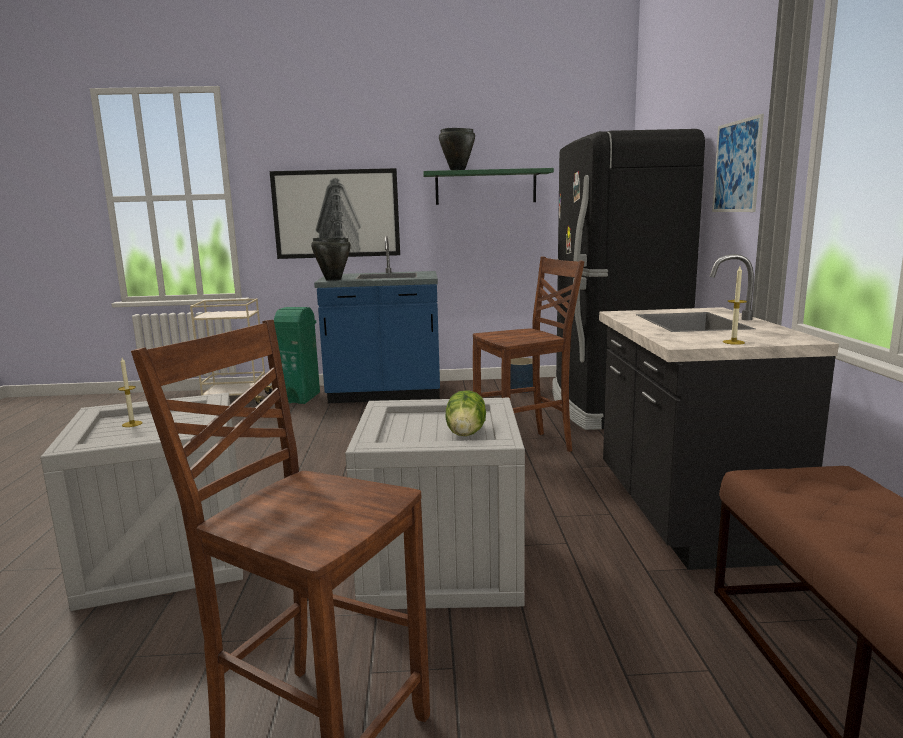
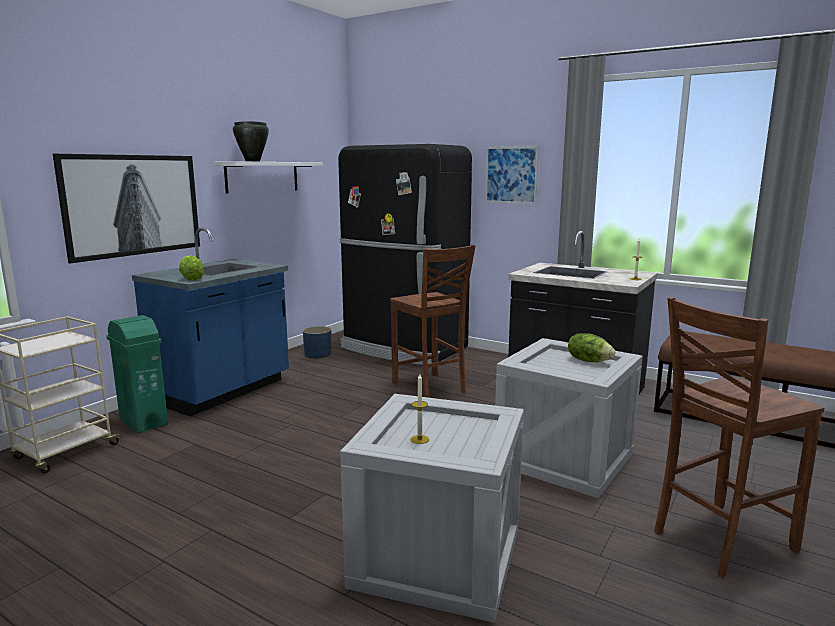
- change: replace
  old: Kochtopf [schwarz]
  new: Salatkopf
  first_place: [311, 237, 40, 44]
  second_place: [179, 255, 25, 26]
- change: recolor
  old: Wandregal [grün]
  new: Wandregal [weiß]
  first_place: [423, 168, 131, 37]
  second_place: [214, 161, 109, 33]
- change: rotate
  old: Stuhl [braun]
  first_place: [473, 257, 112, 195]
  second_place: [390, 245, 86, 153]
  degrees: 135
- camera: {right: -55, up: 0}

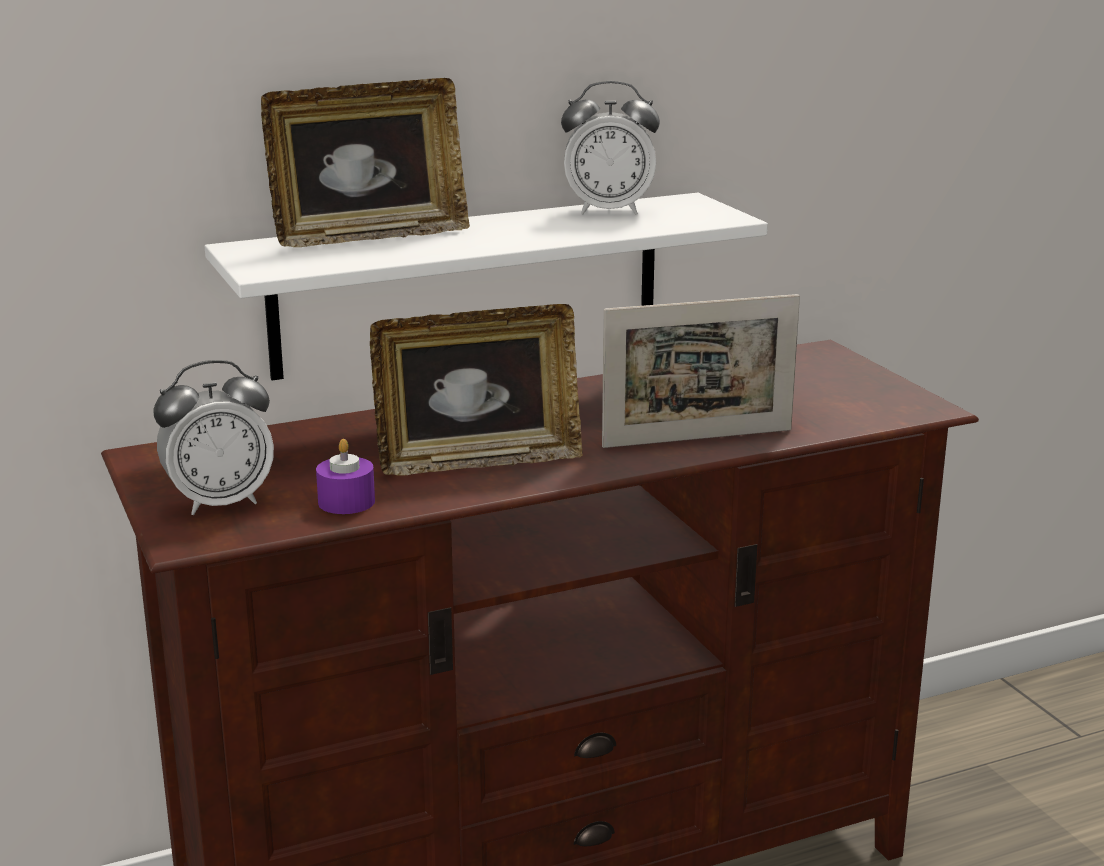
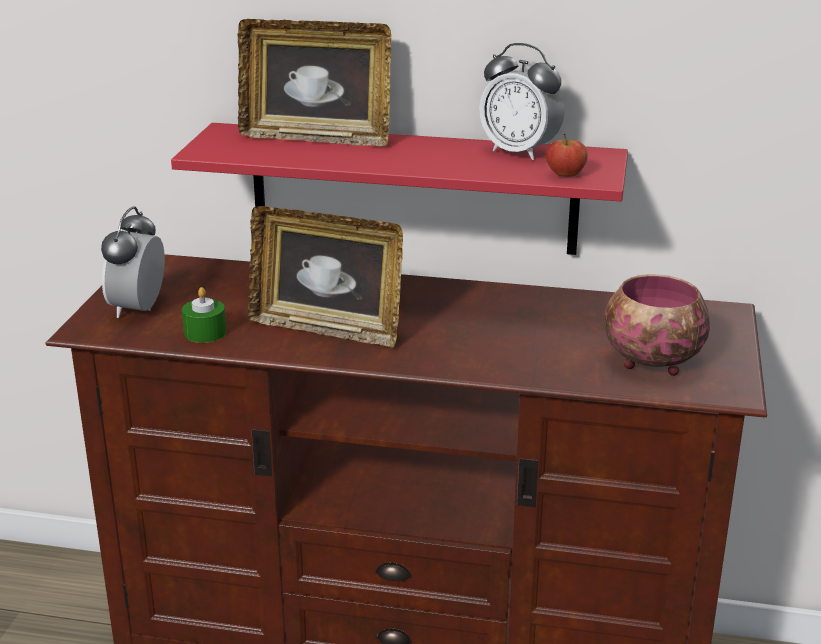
- change: delete
  old: Bilderrahmen
  first_place: [602, 294, 198, 154]
- change: insert
  new: Apfel
  second_place: [546, 134, 42, 43]
- change: insert
  new: Schüssel
  second_place: [604, 274, 106, 102]
- change: recolor
  old: Wandregal [weiß]
  new: Wandregal [rot]
  first_place: [205, 193, 563, 187]
  second_place: [171, 123, 457, 132]
- change: recolor
  old: Kerze [lila]
  new: Kerze [grün]
  first_place: [316, 439, 59, 75]
  second_place: [182, 287, 44, 56]
- change: rotate
  old: Wecker
  first_place: [154, 360, 120, 155]
  second_place: [101, 207, 64, 111]
  degrees: 90
- camera: {right: 35, up: 5}

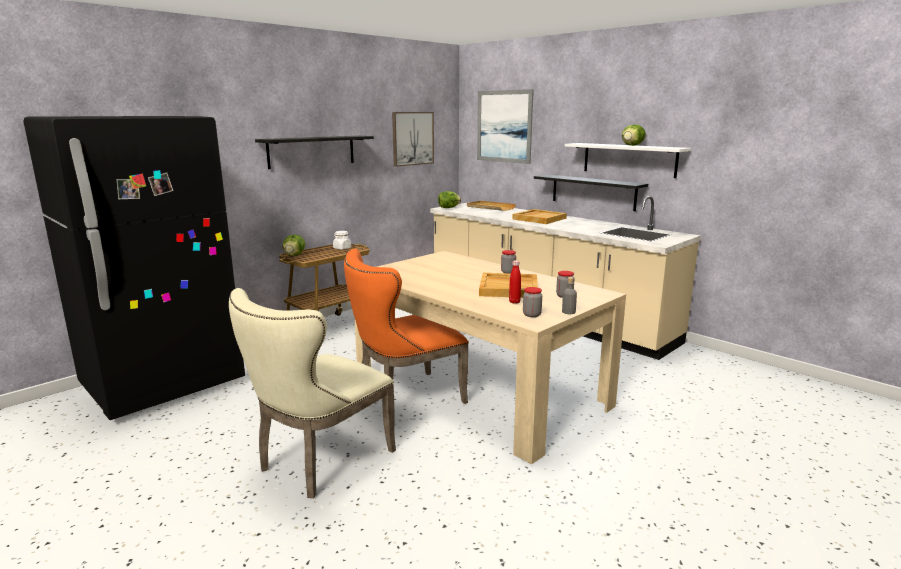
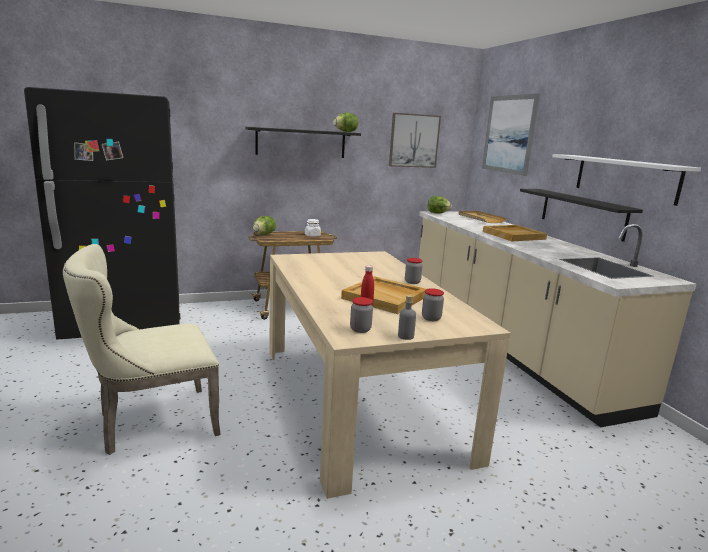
- change: delete
  old: Stuhl [orange]
  first_place: [344, 249, 125, 155]
- change: move
  old: Salatkopf
  first_place: [622, 124, 24, 22]
  second_place: [333, 113, 25, 19]
- camera: {right: 25, up: 0}

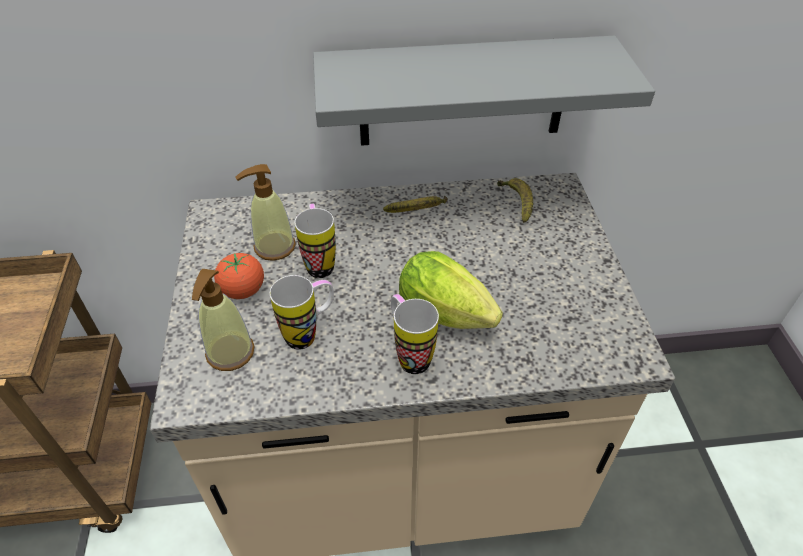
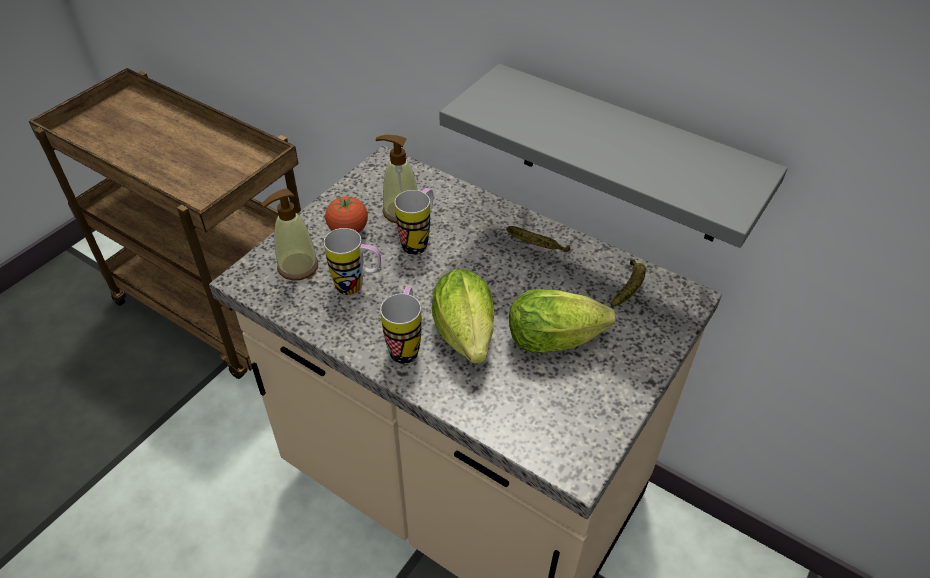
- change: insert
  new: Salatkopf
  second_place: [509, 289, 107, 64]
- camera: {right: 40, up: 0}

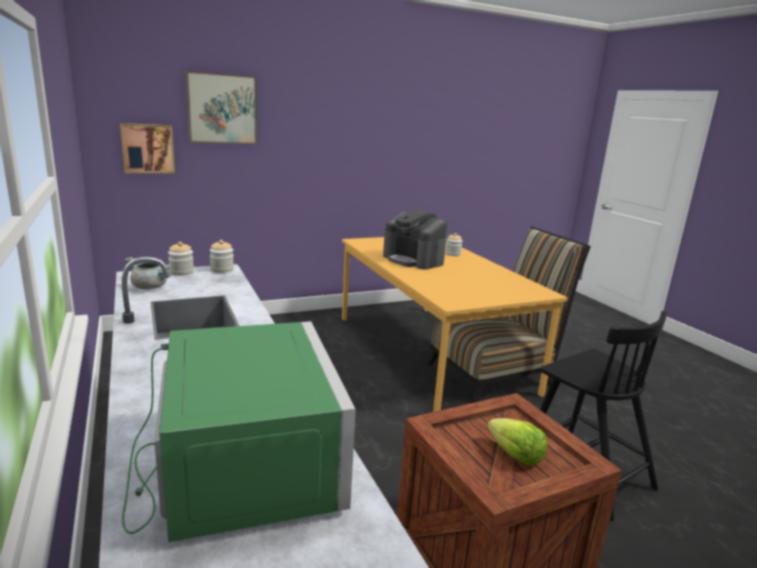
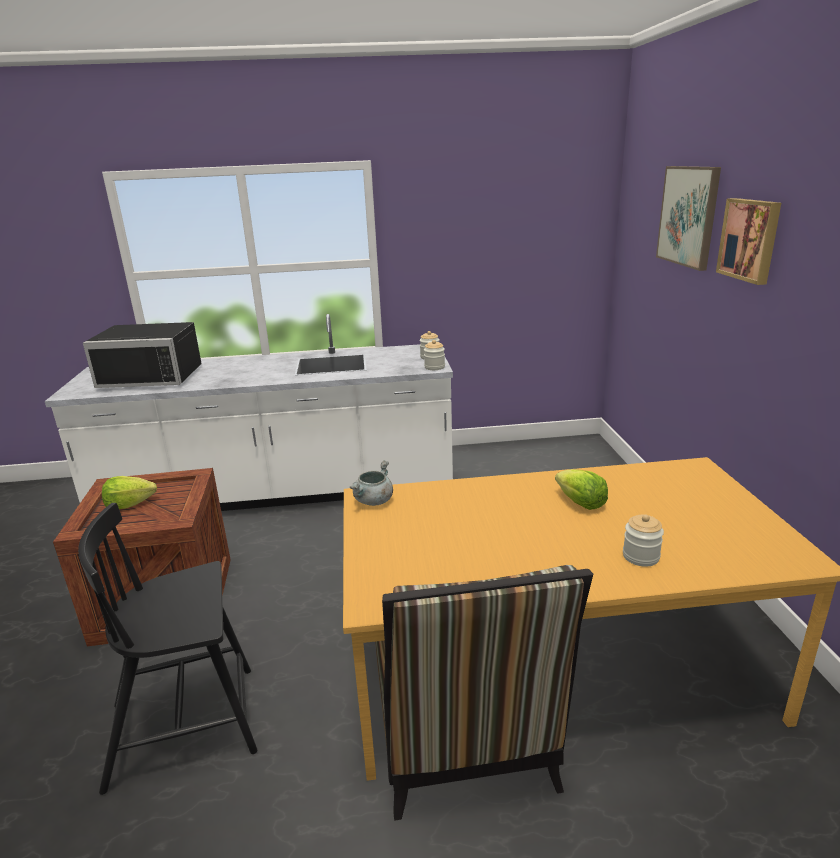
- change: move
  old: Bild
  first_place: [120, 123, 55, 50]
  second_place: [716, 198, 65, 87]
- change: move
  old: Kochtopf [grau]
  first_place: [125, 257, 46, 32]
  second_place: [350, 460, 43, 46]
- change: replace
  old: Kaffeemaschine
  new: Salatkopf
  first_place: [383, 210, 64, 60]
  second_place: [555, 469, 53, 41]
- change: recolor
  old: Mikrowelle [grün]
  new: Mikrowelle [schwarz]
  first_place: [122, 321, 234, 221]
  second_place: [83, 322, 119, 66]
- camera: {right: 110, up: 5}

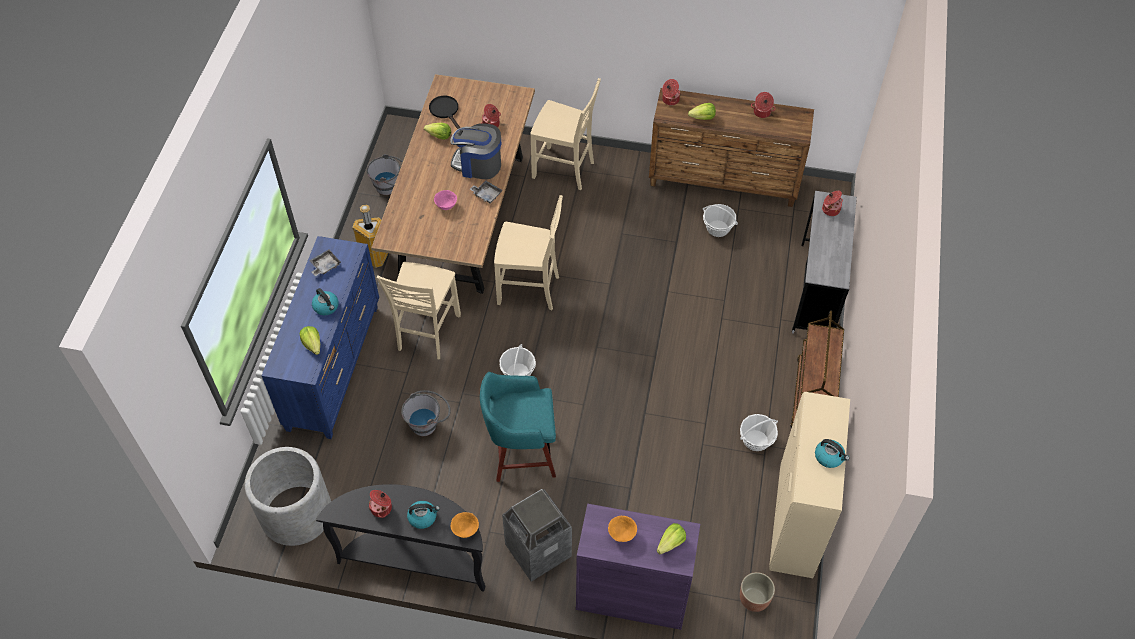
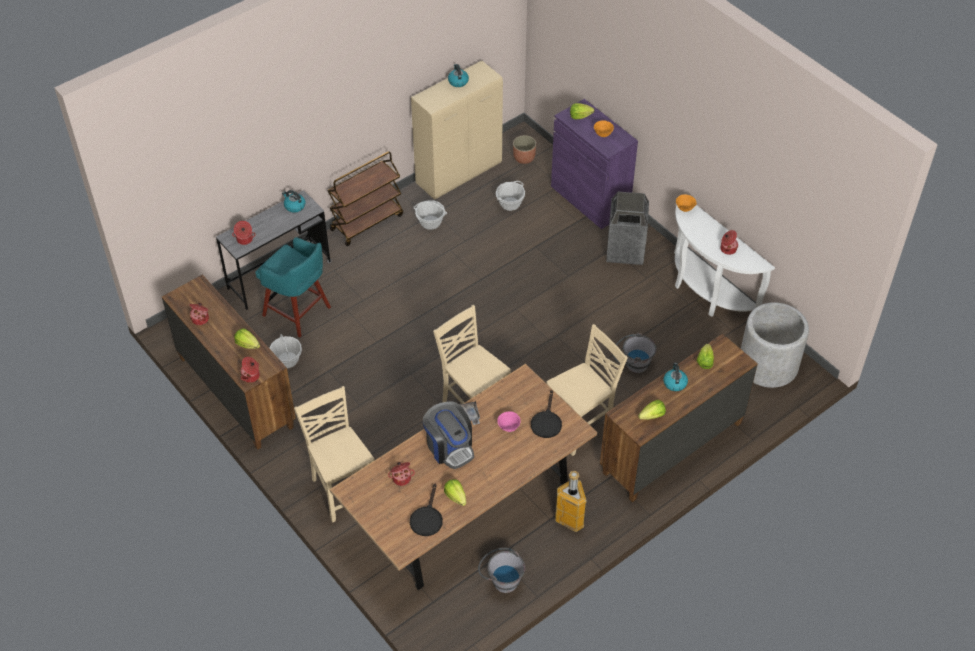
- change: insert
  new: Pfanne [schwarz]
  second_place: [531, 390, 31, 48]
- change: move
  old: Wasserkessel
  first_place: [407, 501, 33, 28]
  second_place: [282, 190, 23, 23]
- change: move
  old: Hocker [türkis]
  first_place: [480, 372, 76, 110]
  second_place: [255, 237, 76, 101]
- change: move
  old: Korb
  first_place: [500, 344, 36, 32]
  second_place: [496, 181, 29, 30]
- change: replace
  old: Tablett [grau]
  new: Salatkopf
  first_place: [310, 249, 31, 27]
  second_place: [638, 400, 28, 20]
- change: recolor
  old: Kommode [blau]
  new: Kommode [braun]
  first_place: [261, 236, 118, 203]
  second_place: [600, 334, 158, 168]
- change: recolor
  old: Konsolentisch [schwarz]
  new: Konsolentisch [weiß]
  first_place: [316, 484, 170, 108]
  second_place: [674, 205, 101, 112]
- camera: {right: -140, up: -5}

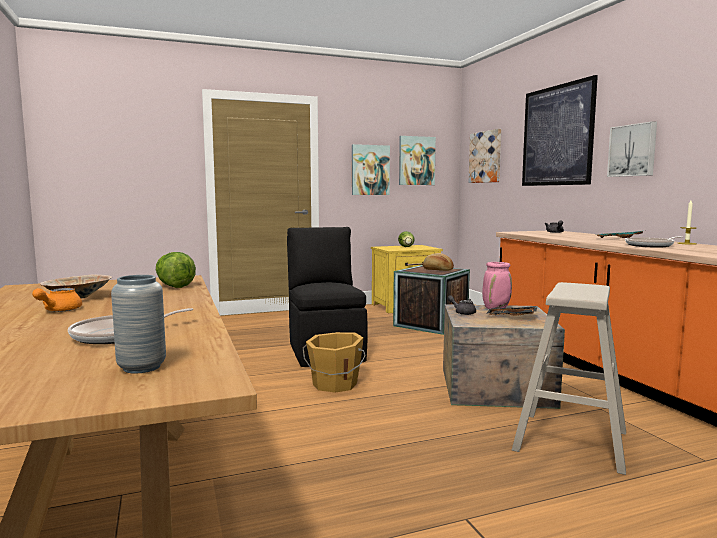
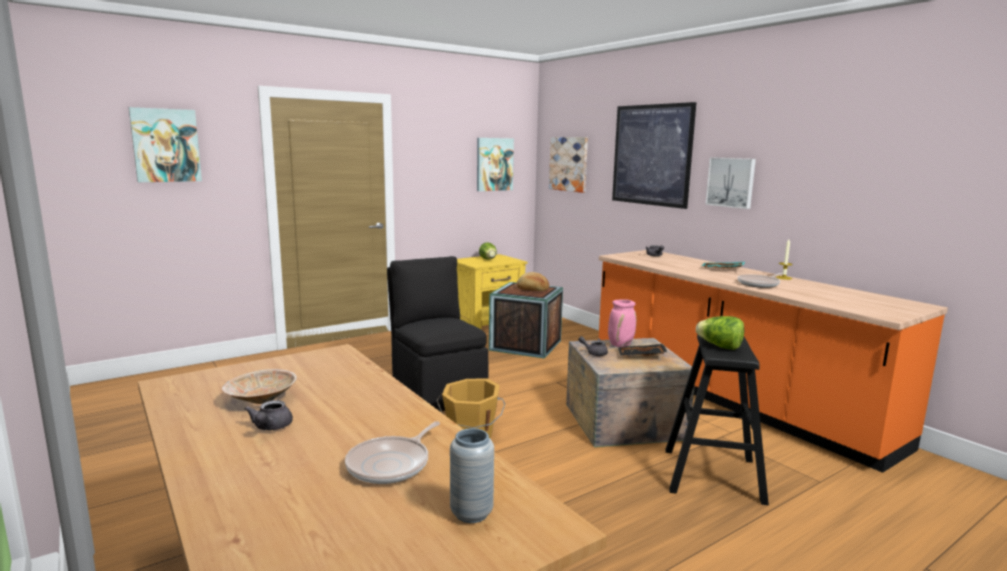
- change: move
  old: Salatkopf
  first_place: [156, 252, 40, 36]
  second_place: [696, 316, 48, 34]
- change: move
  old: Bild
  first_place: [352, 144, 38, 51]
  second_place: [129, 107, 73, 75]
- change: recolor
  old: Teekanne [orange]
  new: Teekanne [grau]
  first_place: [32, 288, 50, 24]
  second_place: [244, 400, 49, 30]
- change: recolor
  old: Hocker [beige]
  new: Hocker [schwarz]
  first_place: [512, 282, 114, 193]
  second_place: [665, 334, 104, 171]
- camera: {right: -15, up: 5}

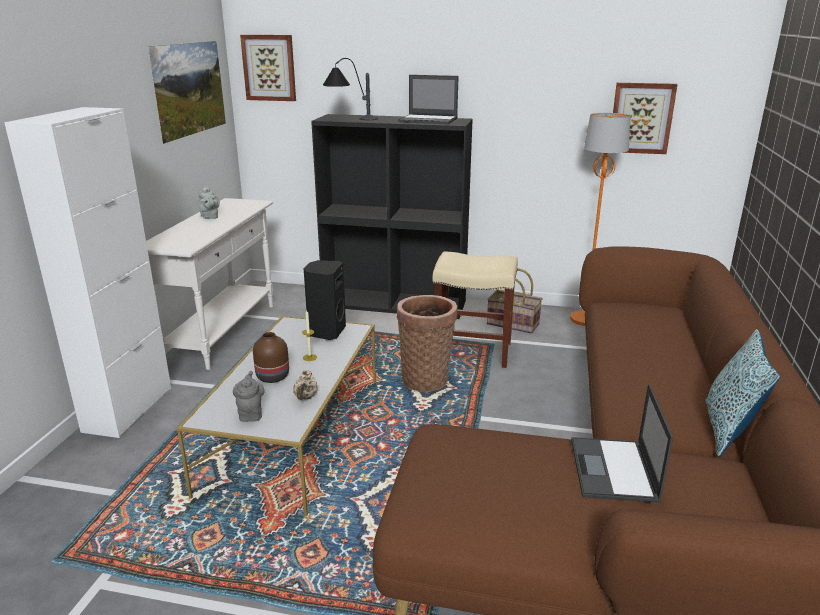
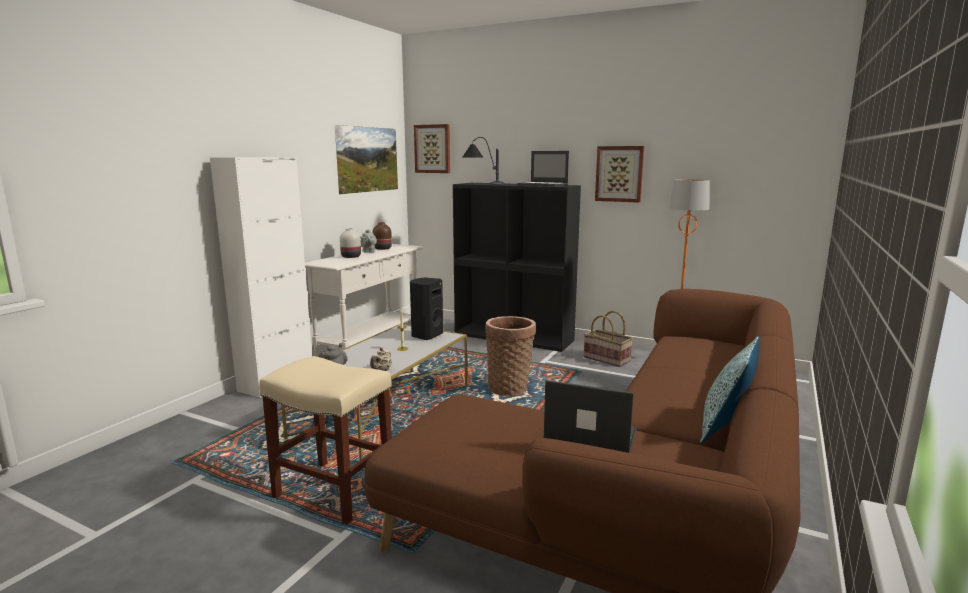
- change: insert
  new: Vase [weiß]
  second_place: [340, 228, 21, 30]
- change: move
  old: Vase [braun]
  first_place: [253, 332, 36, 51]
  second_place: [373, 222, 19, 28]
- change: move
  old: Hocker [beige]
  first_place: [432, 252, 86, 116]
  second_place: [259, 356, 133, 169]
- change: move
  old: Bild
  first_place: [613, 83, 65, 71]
  second_place: [595, 146, 50, 57]
- change: rotate
  old: Laptop
  first_place: [571, 384, 102, 119]
  second_place: [544, 380, 93, 73]
  degrees: 90
- camera: {right: 15, up: -10}

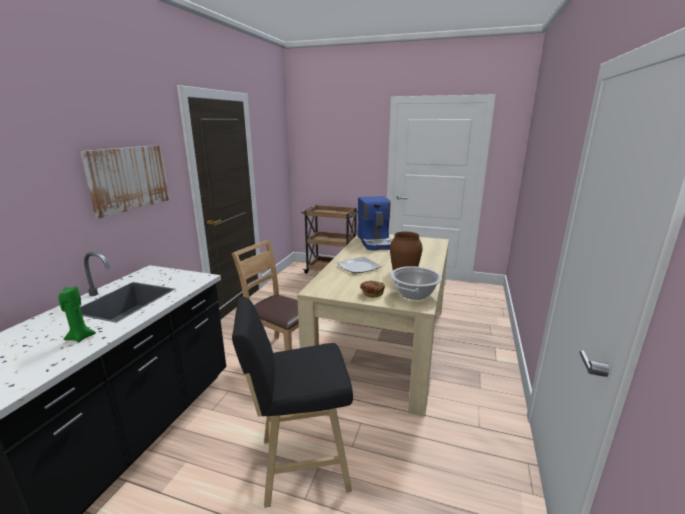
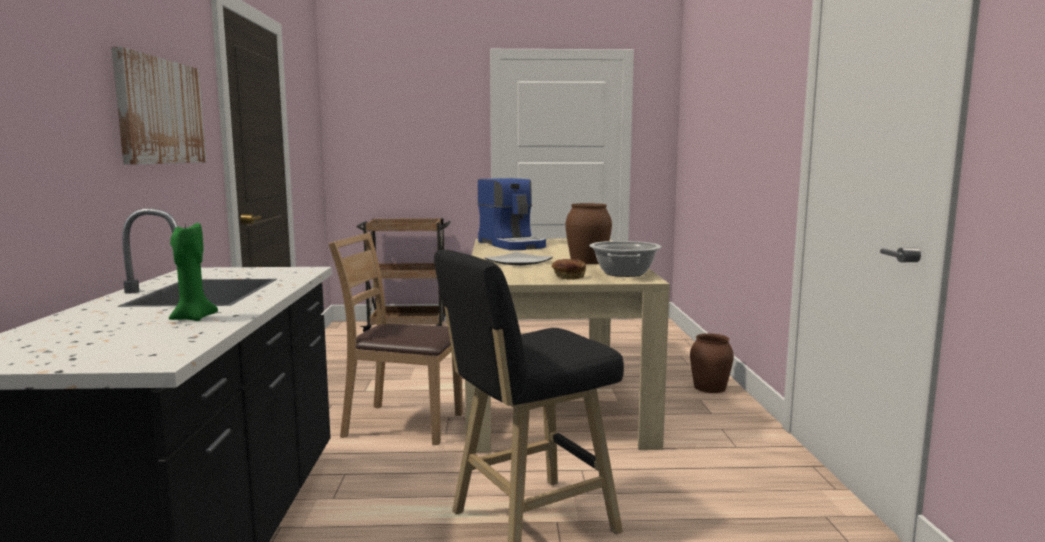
- change: insert
  new: Vase [braun]
  second_place: [690, 333, 44, 60]
- camera: {right: -20, up: -10}

